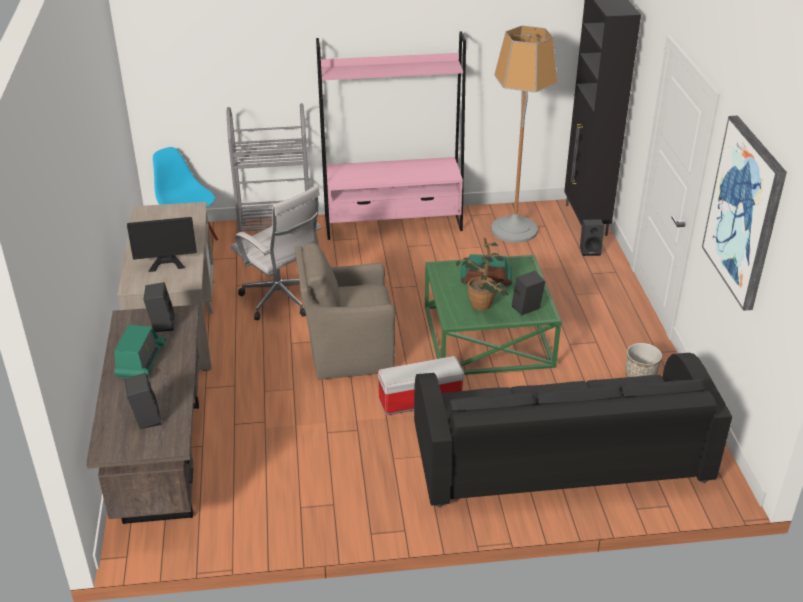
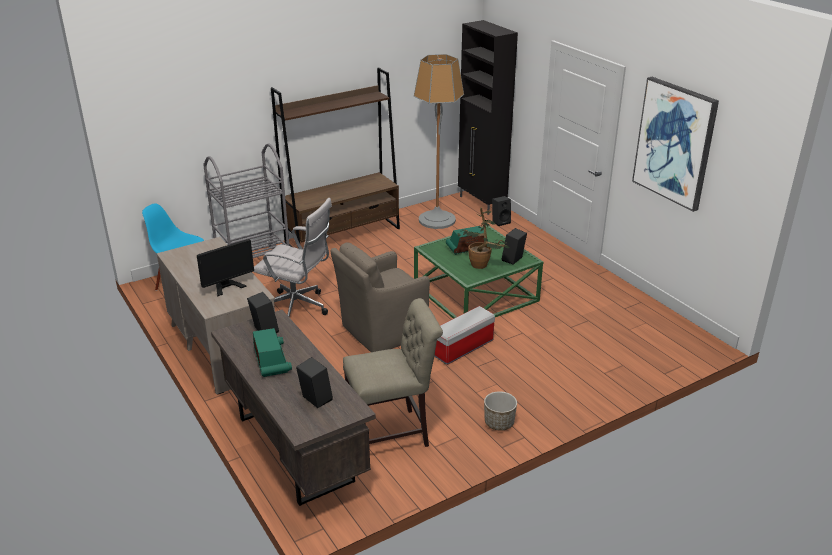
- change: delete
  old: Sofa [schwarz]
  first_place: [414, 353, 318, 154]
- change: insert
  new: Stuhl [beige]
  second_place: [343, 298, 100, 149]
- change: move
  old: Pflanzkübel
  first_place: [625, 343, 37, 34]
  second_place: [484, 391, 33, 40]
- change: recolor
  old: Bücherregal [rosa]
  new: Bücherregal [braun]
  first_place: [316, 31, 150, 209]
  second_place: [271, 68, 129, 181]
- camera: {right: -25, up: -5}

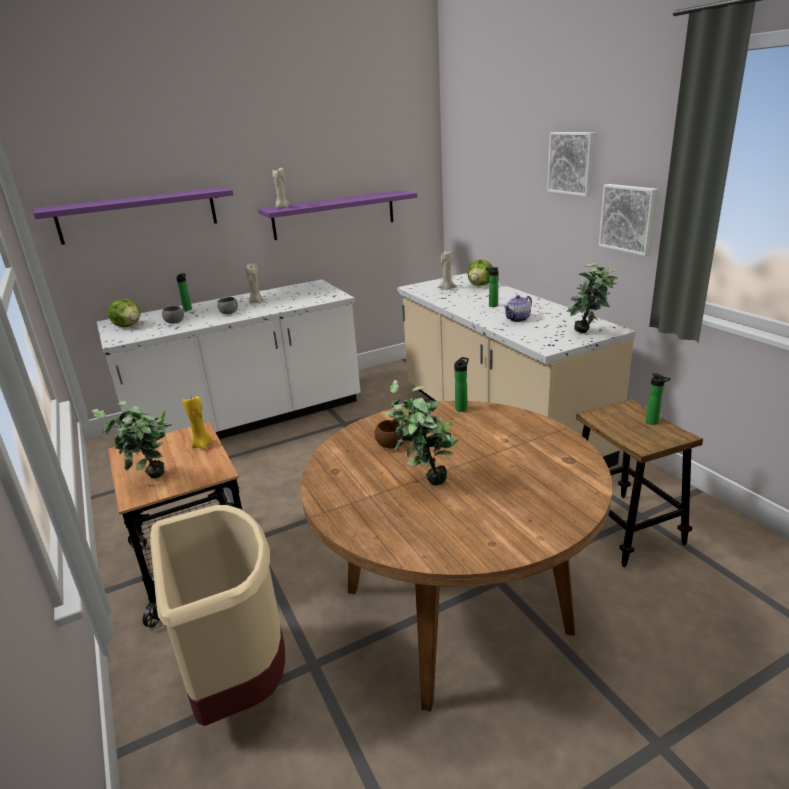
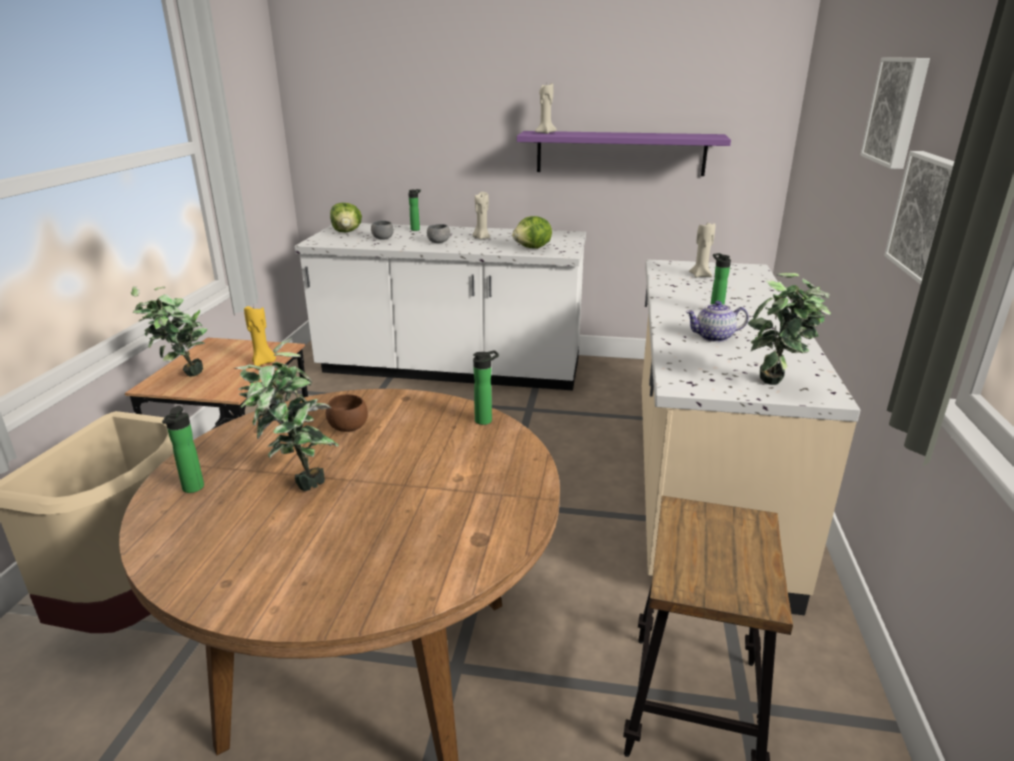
- change: delete
  old: Wandregal [lila]
  first_place: [34, 187, 199, 58]
- change: move
  old: Salatkopf
  first_place: [468, 260, 25, 26]
  second_place: [512, 216, 40, 33]
- change: move
  old: Flasche
  first_place: [646, 374, 25, 51]
  second_place: [162, 406, 42, 87]
- camera: {right: 35, up: 0}

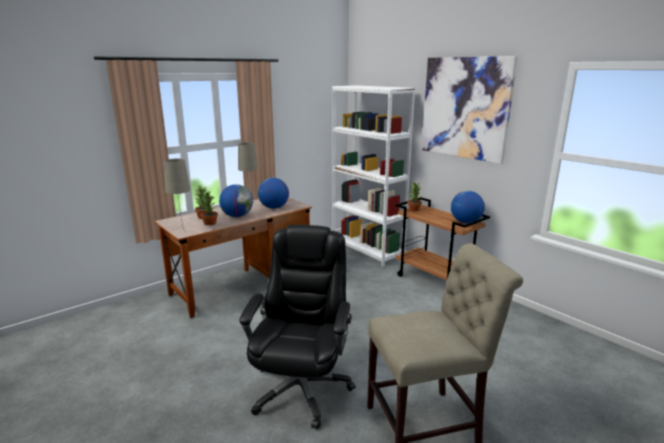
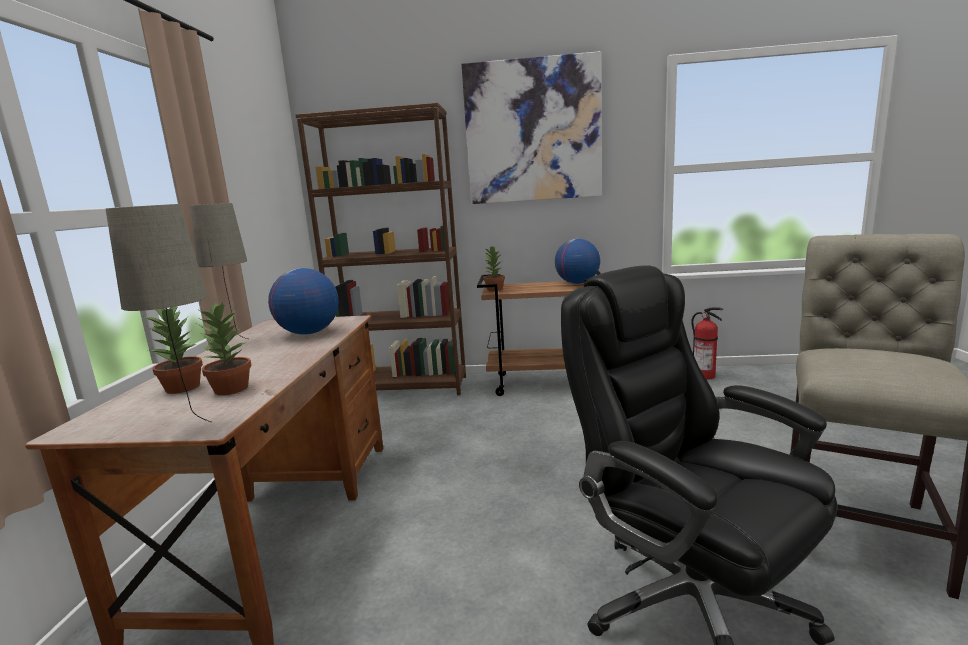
- change: delete
  old: Globus
  first_place: [219, 184, 34, 33]
- change: insert
  new: Feuerlöscher
  second_place: [691, 307, 32, 73]
- change: recolor
  old: Bücherregal [weiß]
  new: Bücherregal [braun]
  first_place: [332, 85, 84, 182]
  second_place: [295, 102, 171, 293]
- camera: {right: -45, up: -5}

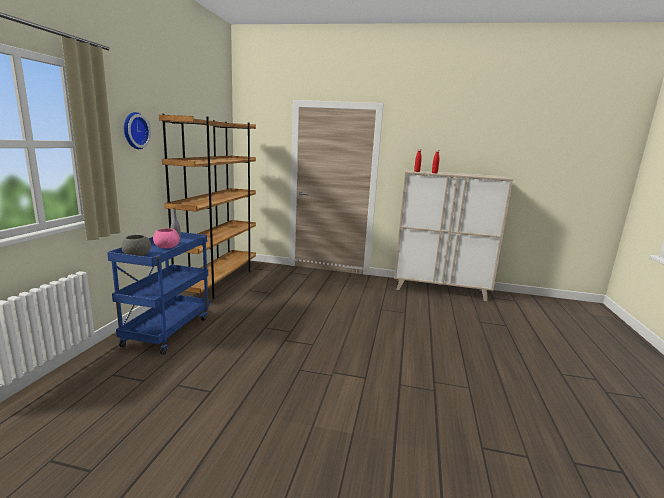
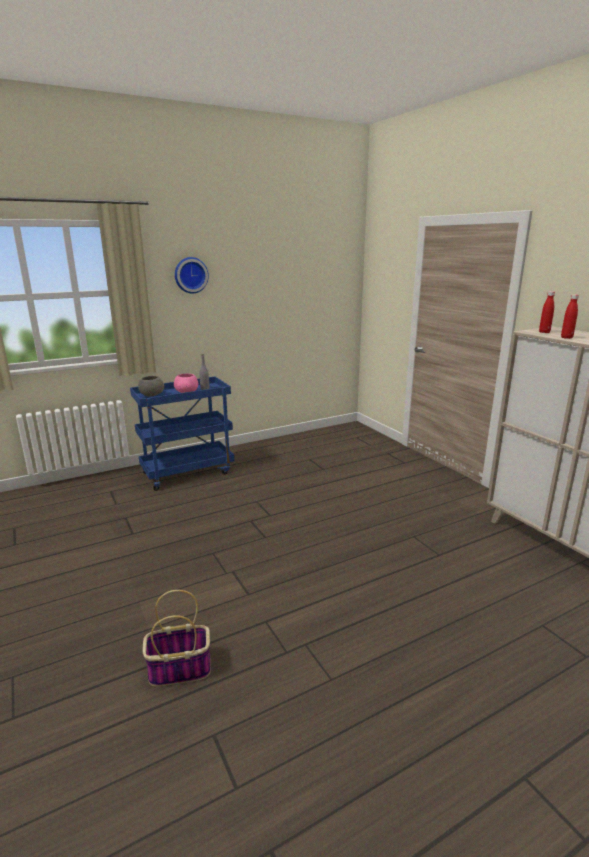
- change: delete
  old: Bücherregal [braun]
  first_place: [159, 114, 97, 185]
- change: insert
  new: Korb
  second_place: [143, 590, 68, 97]
- camera: {right: 50, up: 5}

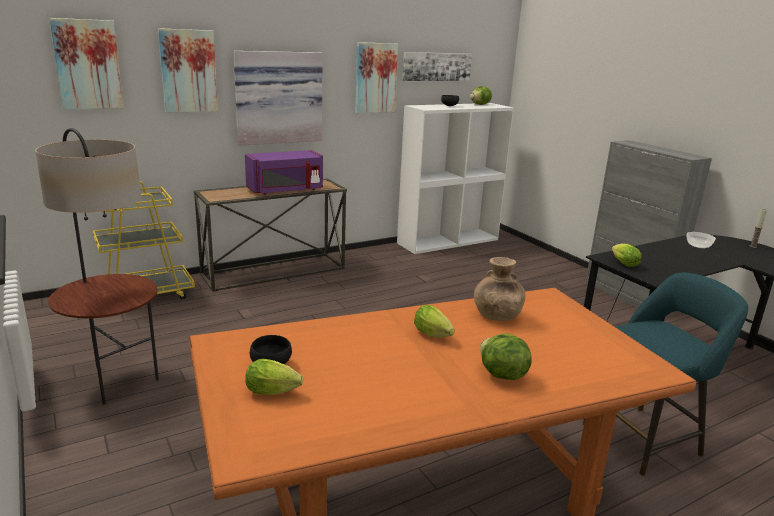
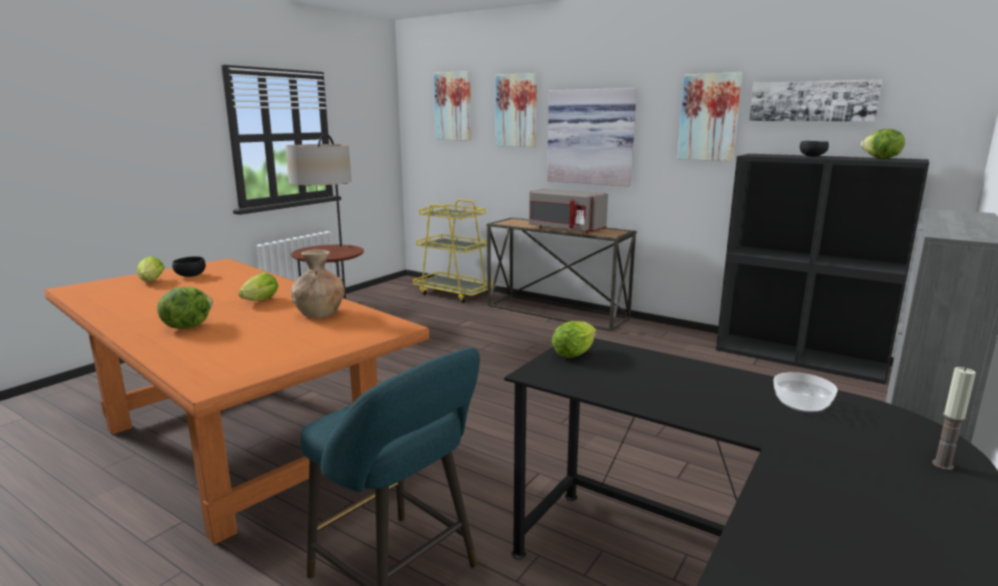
- change: recolor
  old: Mikrowelle [lila]
  new: Mikrowelle [grau]
  first_place: [245, 150, 78, 45]
  second_place: [529, 189, 79, 44]
- change: recolor
  old: Bücherregal [weiß]
  new: Bücherregal [schwarz]
  first_place: [397, 103, 117, 151]
  second_place: [716, 154, 213, 231]
- camera: {right: 65, up: -5}

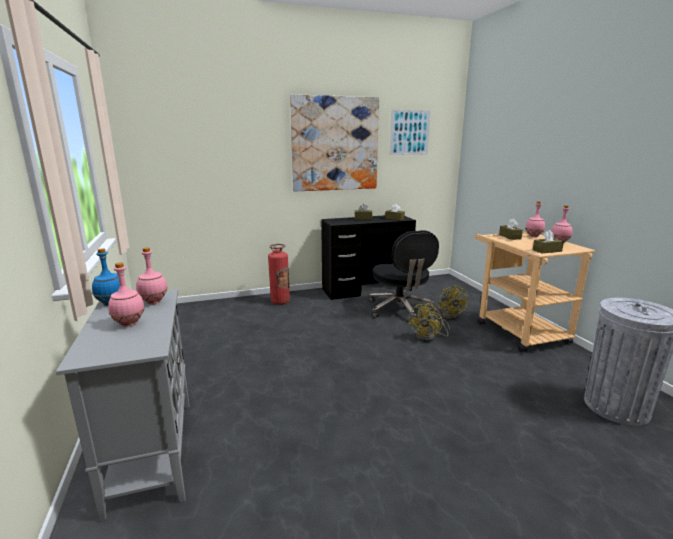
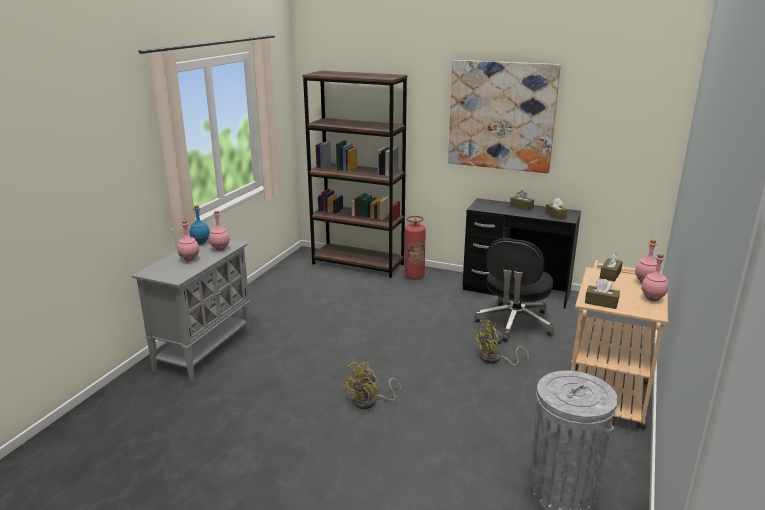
- change: delete
  old: Bild
  first_place: [389, 109, 42, 46]
- change: insert
  new: Bücherregal [braun]
  second_place: [302, 71, 106, 207]
- change: move
  old: Ventilator [gelb]
  first_place: [439, 285, 29, 35]
  second_place: [342, 362, 59, 47]
- camera: {right: 40, up: 5}

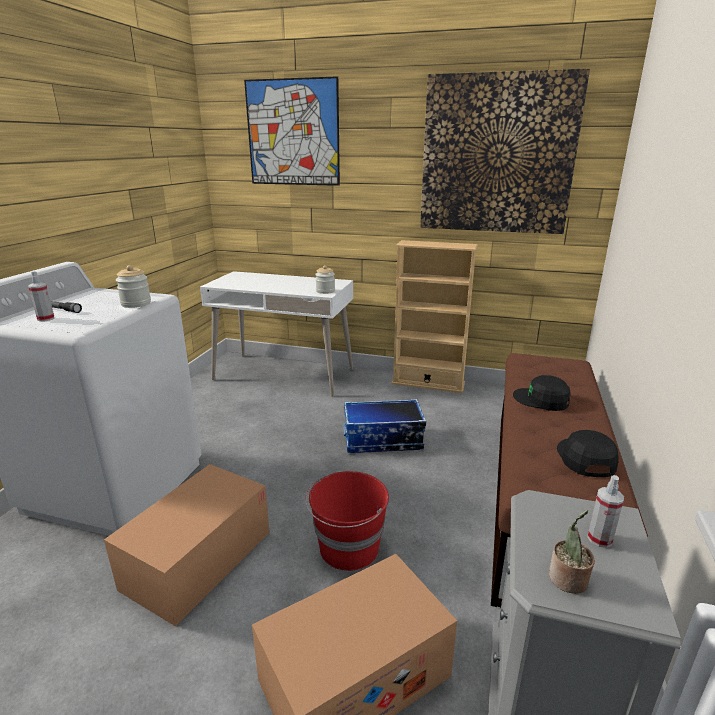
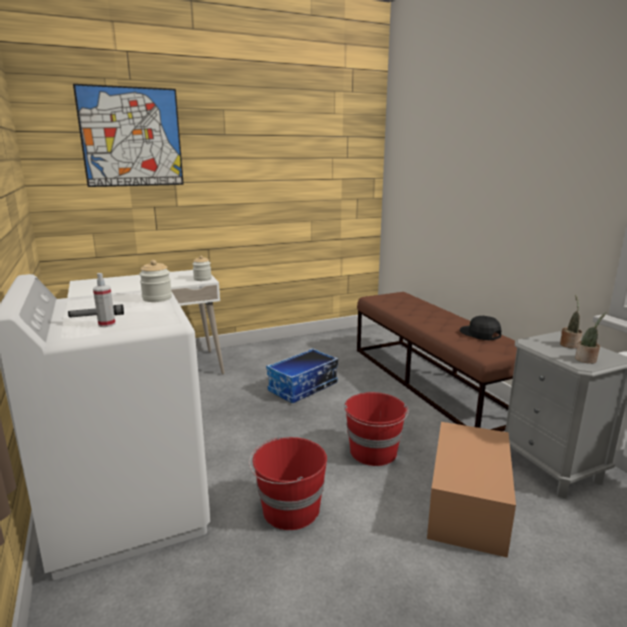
- change: delete
  old: Bücherregal [beige]
  first_place: [392, 240, 86, 153]
- change: delete
  old: Bild
  first_place: [420, 68, 170, 166]
- change: delete
  old: Kappe [schwarz]
  first_place: [513, 375, 58, 36]
- change: replace
  old: Karton
  new: Eimer [rot]
  first_place: [104, 464, 166, 162]
  second_place: [249, 436, 78, 94]
- change: replace
  old: Sprühflasche
  new: Topfpflanze
  first_place: [587, 475, 37, 73]
  second_place: [560, 294, 22, 54]
- camera: {right: -40, up: -5}

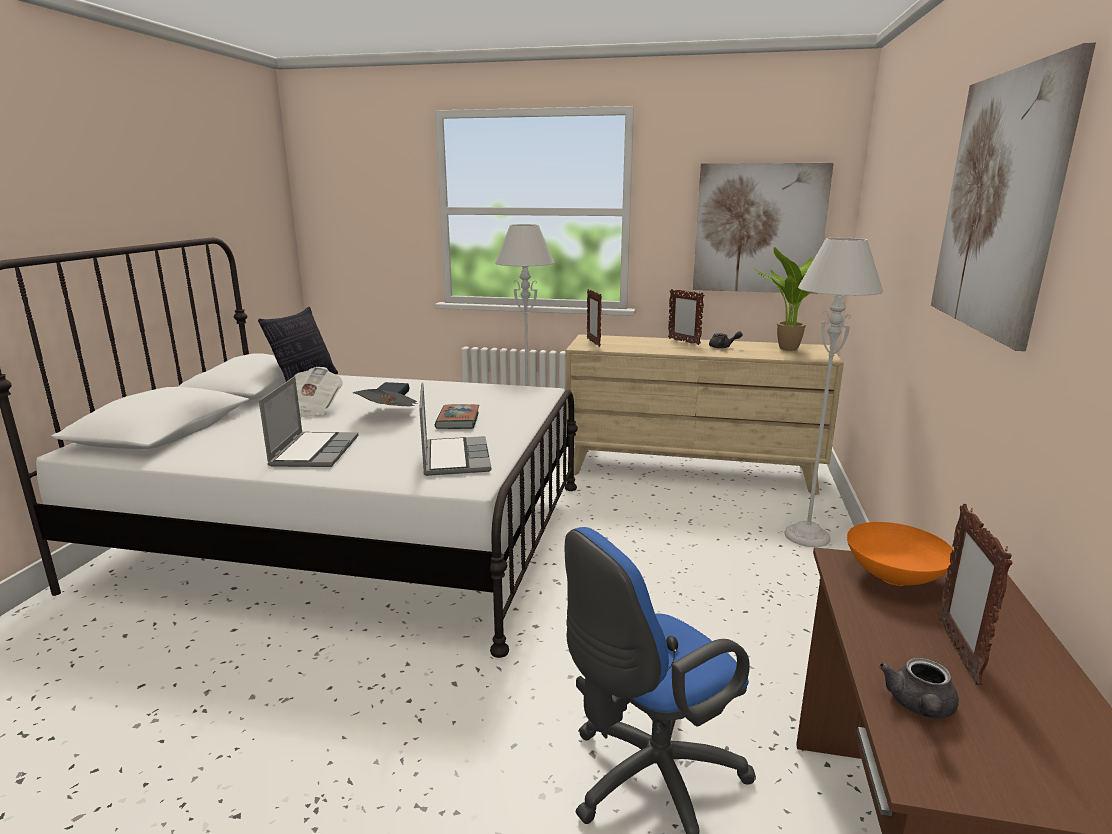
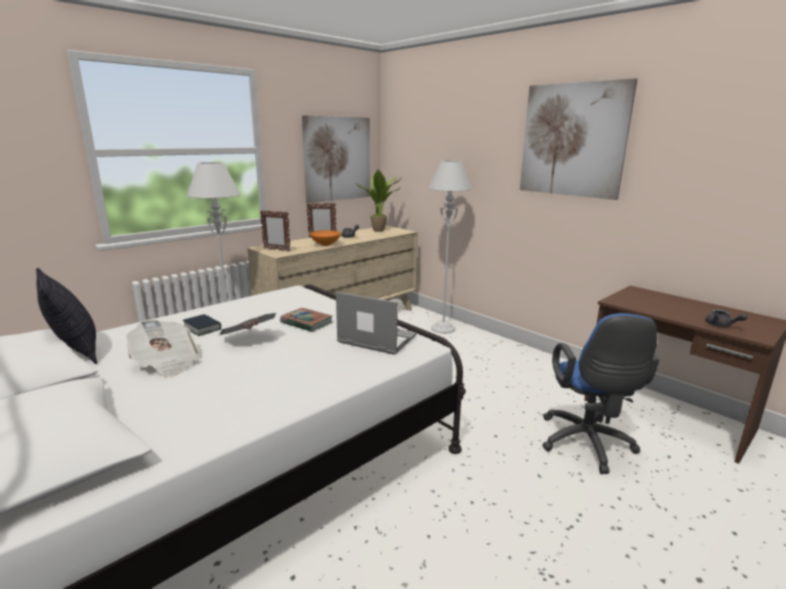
- change: delete
  old: Laptop
  first_place: [259, 376, 100, 91]
- change: delete
  old: Bilderrahmen
  first_place: [939, 504, 74, 181]
- change: move
  old: Schüssel [orange]
  first_place: [847, 522, 107, 64]
  second_place: [310, 230, 31, 16]
- camera: {right: -55, up: 0}

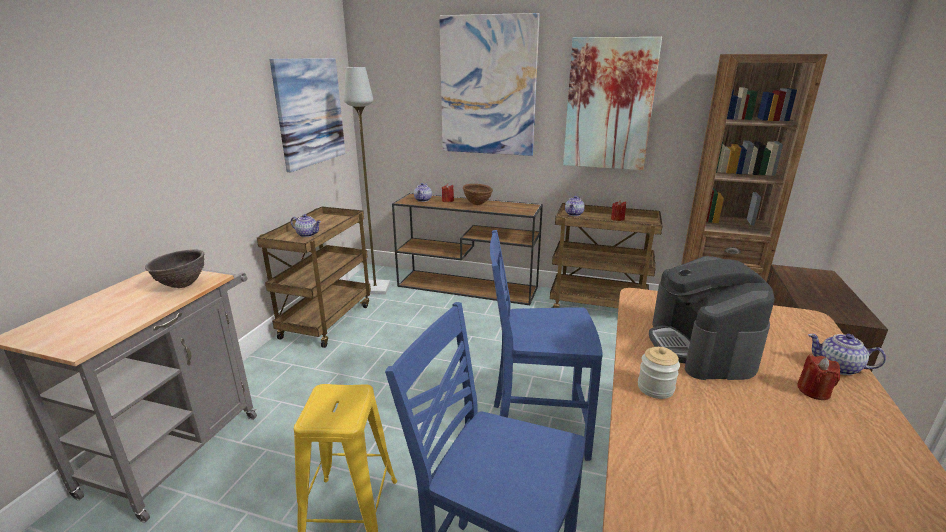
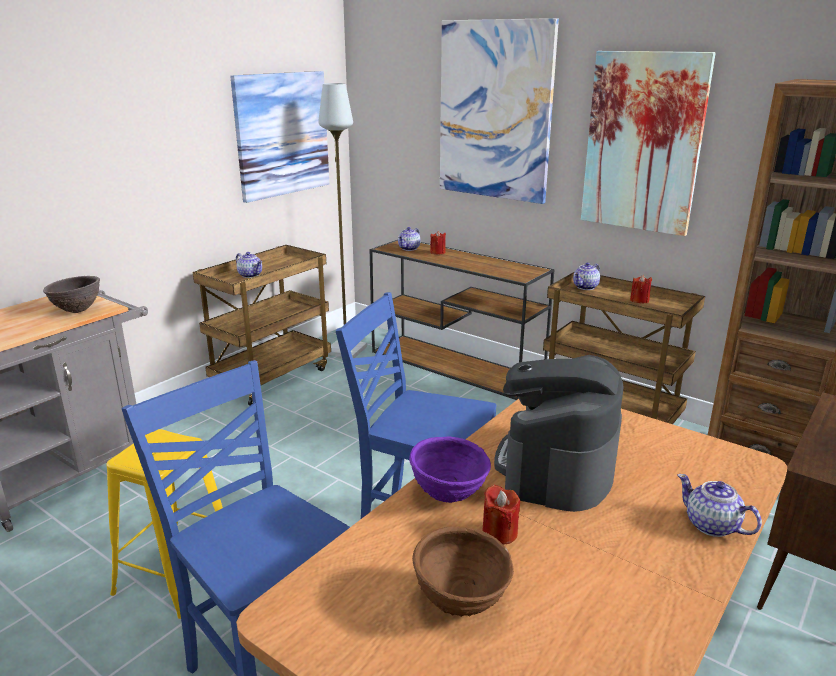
- change: move
  old: Schüssel [braun]
  first_place: [463, 184, 30, 21]
  second_place: [412, 526, 102, 91]
- change: move
  old: Kerze [rot]
  first_place: [797, 354, 43, 46]
  second_place: [482, 485, 38, 60]
- change: replace
  old: Vorratsglas
  new: Schüssel [lila]
  first_place: [638, 347, 42, 52]
  second_place: [409, 437, 82, 66]
- camera: {right: 20, up: 0}

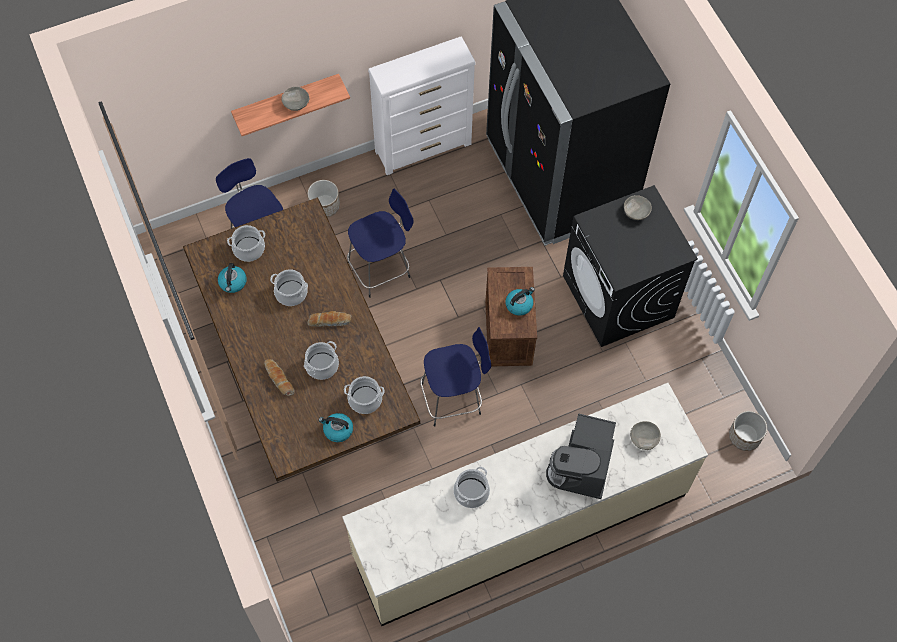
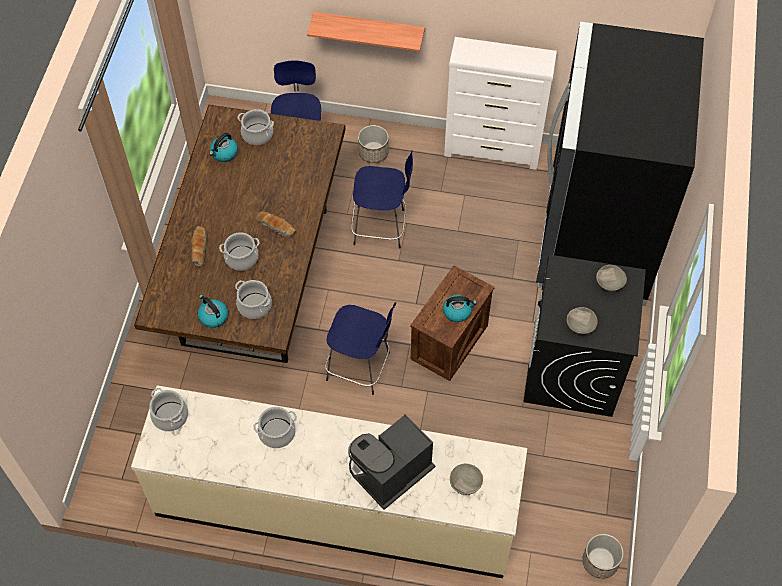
- change: move
  old: Kochtopf
  first_place: [270, 269, 38, 37]
  second_place: [149, 388, 39, 43]
- change: move
  old: Schüssel [grau]
  first_place: [281, 87, 28, 24]
  second_place: [567, 307, 31, 27]
- camera: {right: 35, up: -5}

